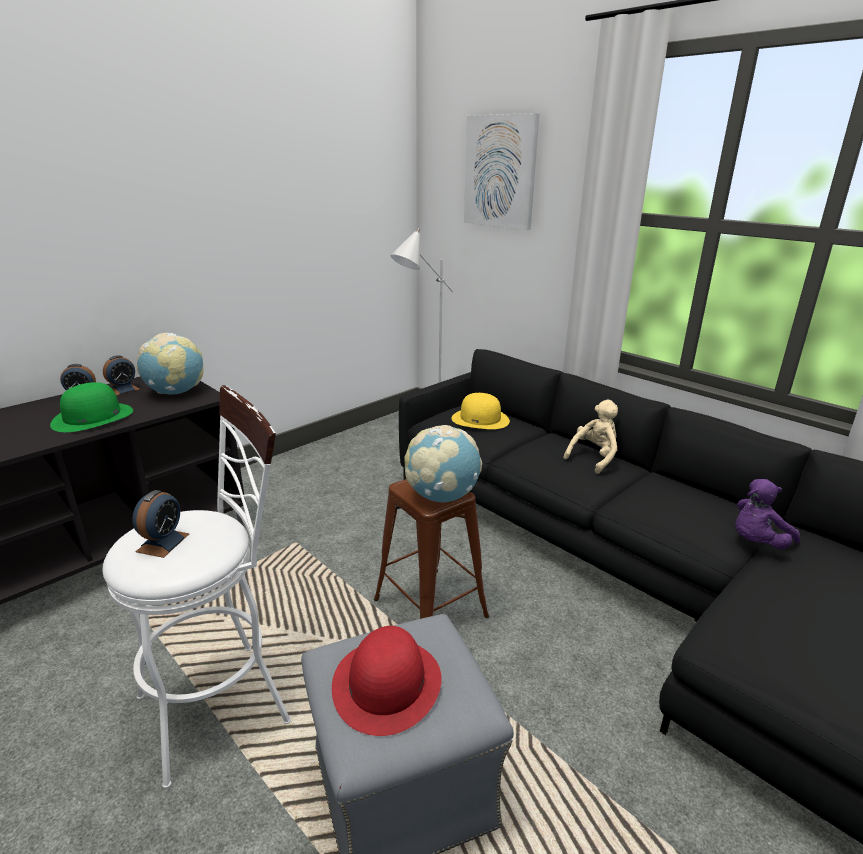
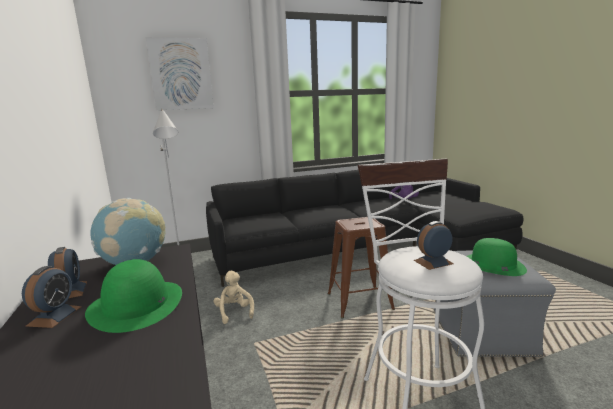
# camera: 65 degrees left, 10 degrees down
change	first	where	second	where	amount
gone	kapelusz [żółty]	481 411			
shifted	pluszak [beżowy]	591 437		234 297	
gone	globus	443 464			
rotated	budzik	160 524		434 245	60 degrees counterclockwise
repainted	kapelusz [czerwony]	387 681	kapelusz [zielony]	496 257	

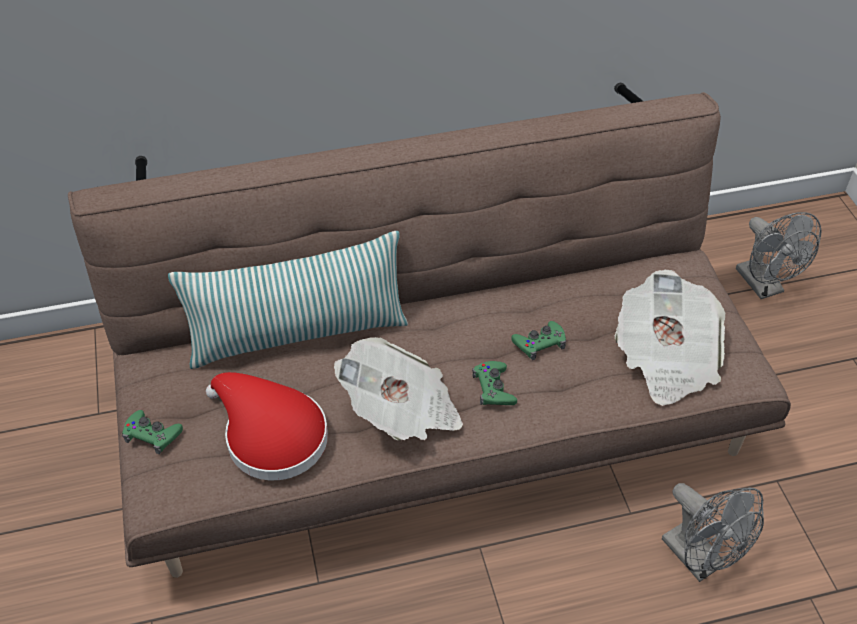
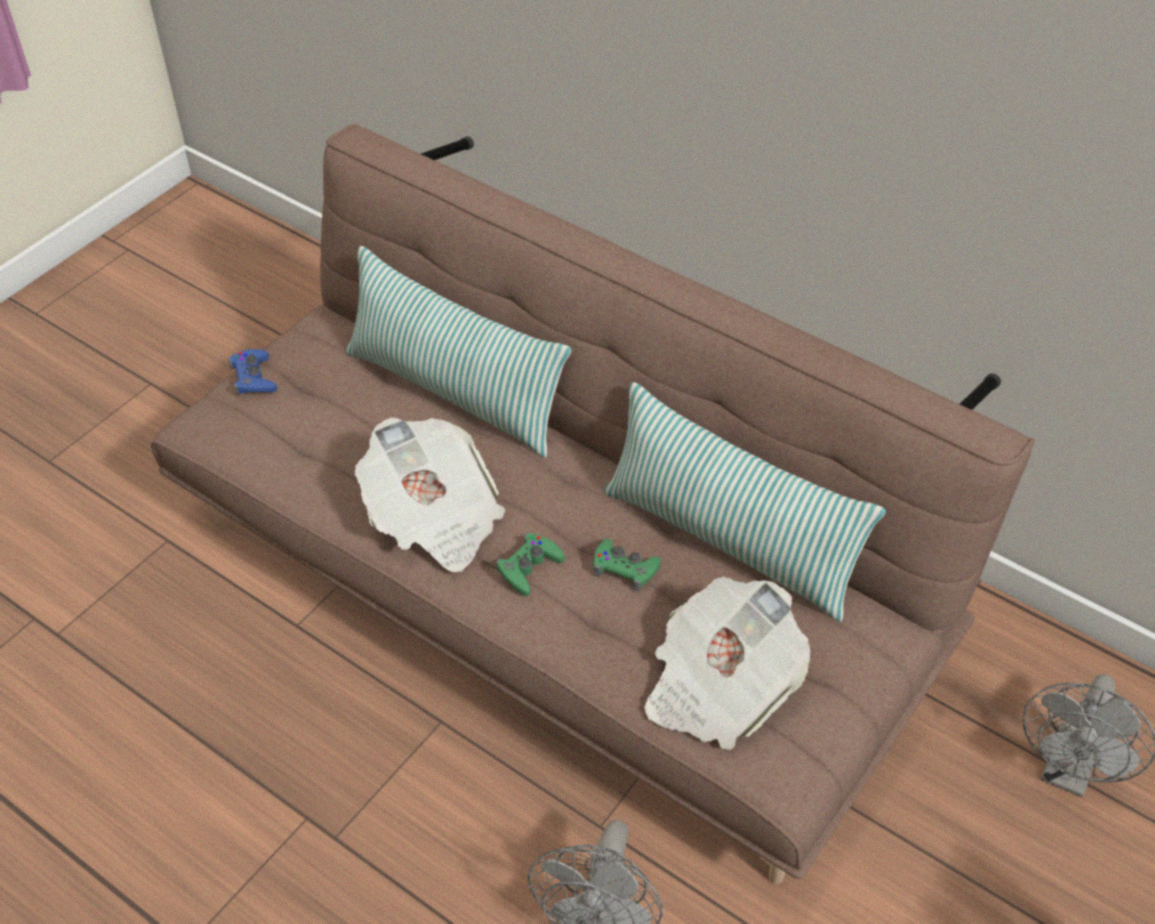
# camera: 50 degrees right, 0 degrees up
change	first	where	second	where	amount
gone	kapelusz [czerwony]	267 426			
repainted	pad do gier [zielony]	152 432	pad do gier [niebieski]	252 372	
new			poduszka	745 502	

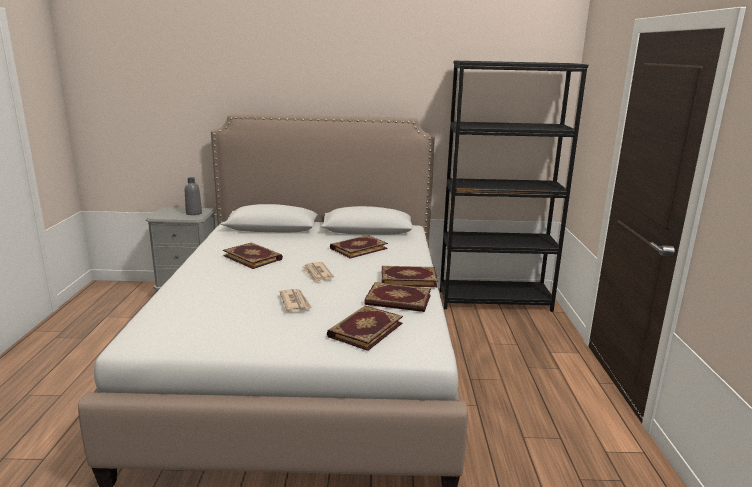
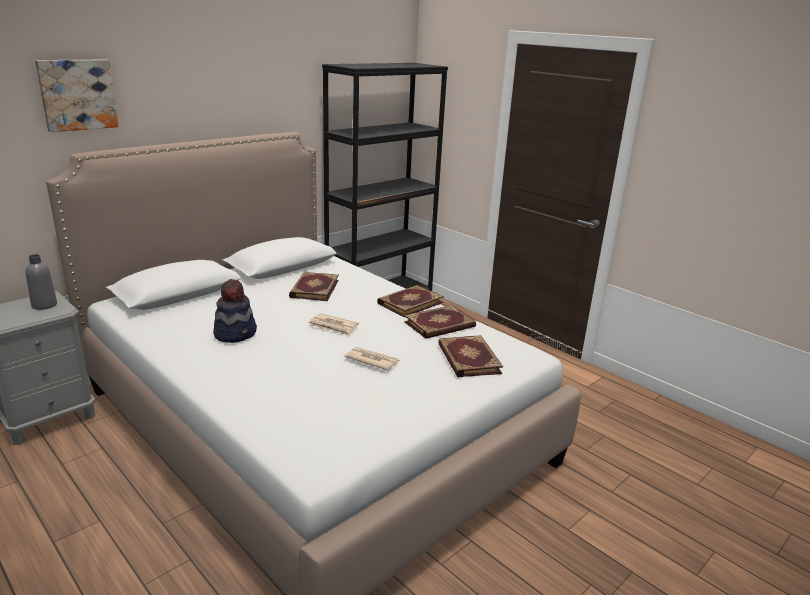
# camera: 45 degrees left, 5 degrees up
change	first	where	second	where	amount
swapped	książka	253 255	kapelusz	235 311	
new			obraz	77 96	

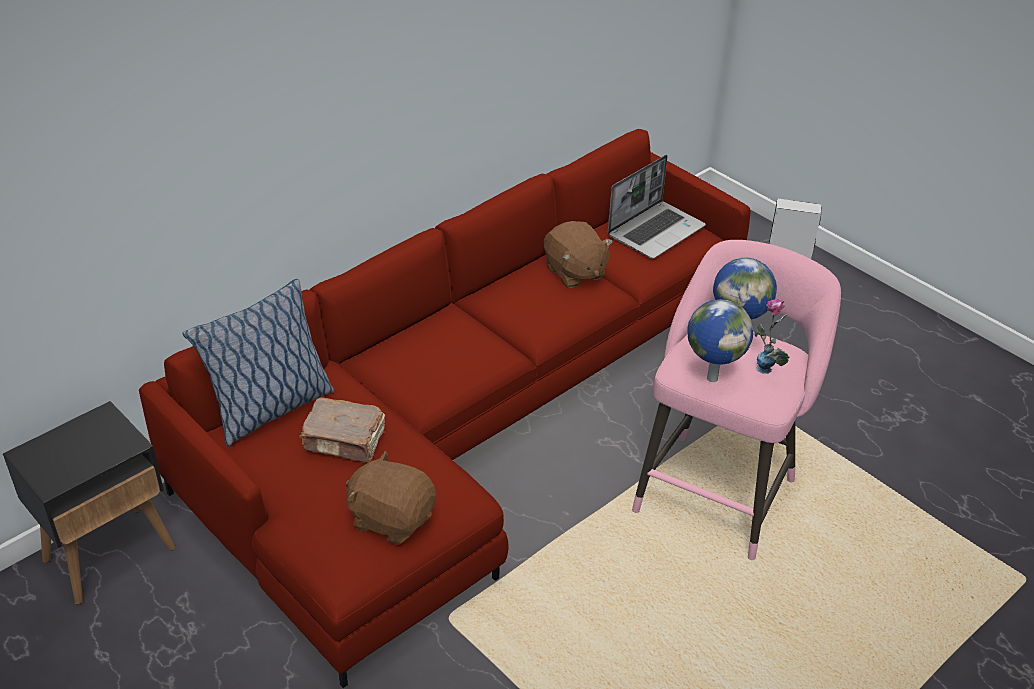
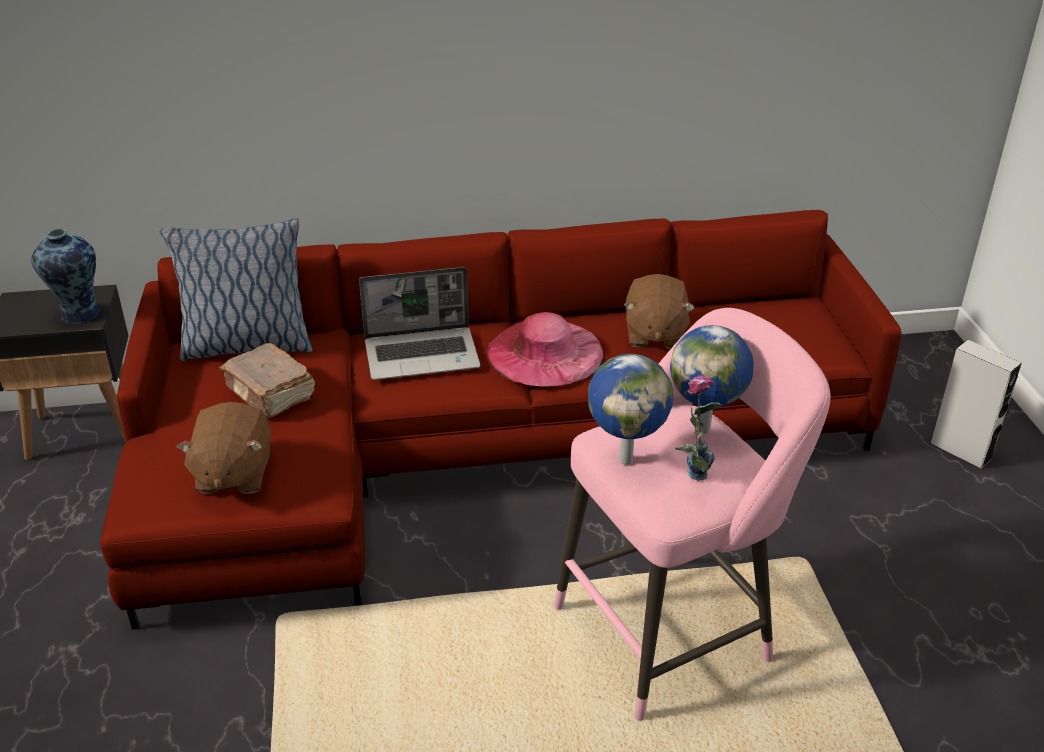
# camera: 35 degrees right, 5 degrees down
change	first	where	second	where	amount
shifted	laptop	657 207		420 323	
rotated	pluszak [brązowy]	391 498		223 448	150 degrees counterclockwise
new			wazon	65 276	
new			kapelusz [różowy]	545 349	

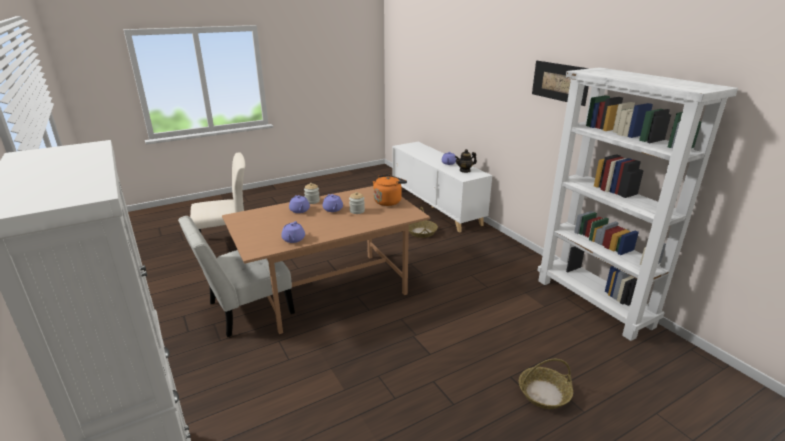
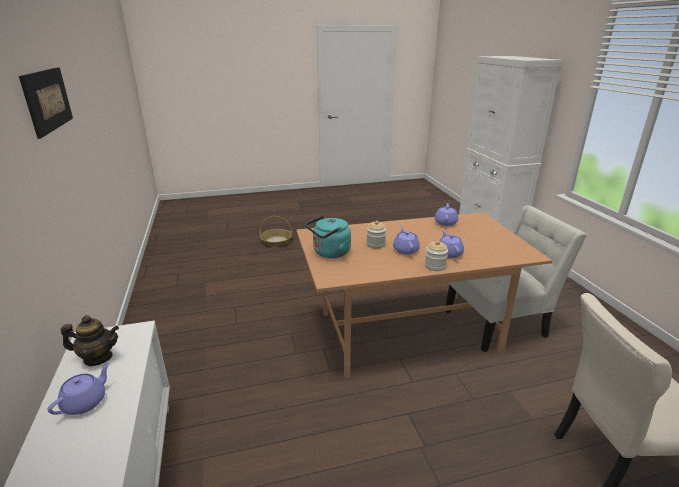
# camera: 165 degrees left, 0 degrees up
change	first	where	second	where	amount
gone	regał [biały]	637 204			
repainted	czajnik [pomarańczowy]	390 190	czajnik [turkusowy]	328 236	
gone	koszyk	423 222			

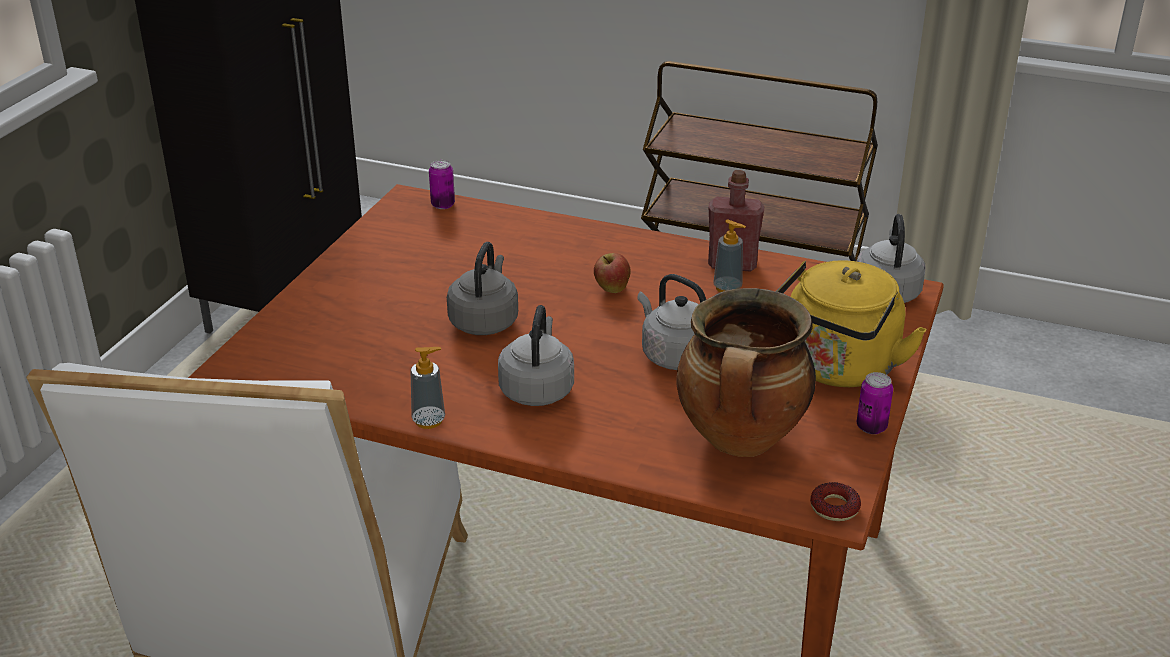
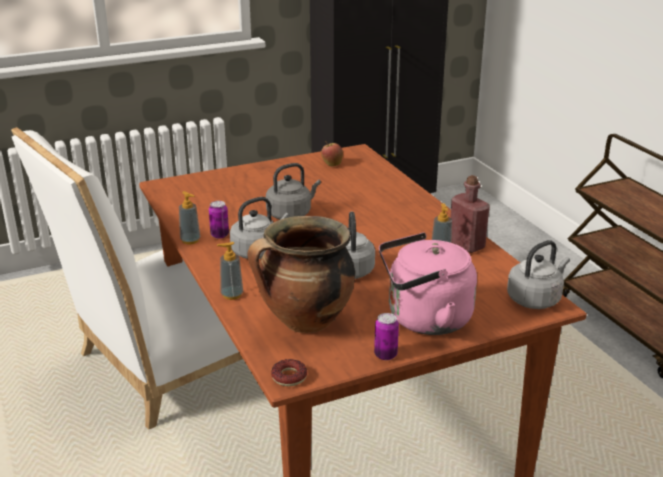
# camera: 45 degrees right, 5 degrees down
change	first	where	second	where	amount
shifted	puszka	442 184		219 220	
shifted	jabłko	612 273		332 154	
repainted	czajnik [żółty]	851 323	czajnik [różowy]	428 284	
new			dozownik mydła	230 271	

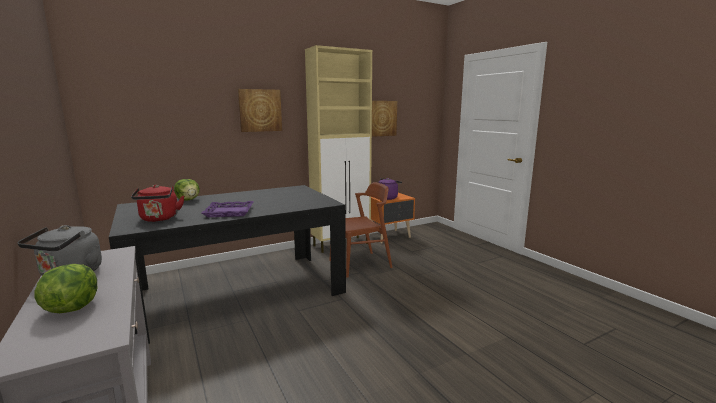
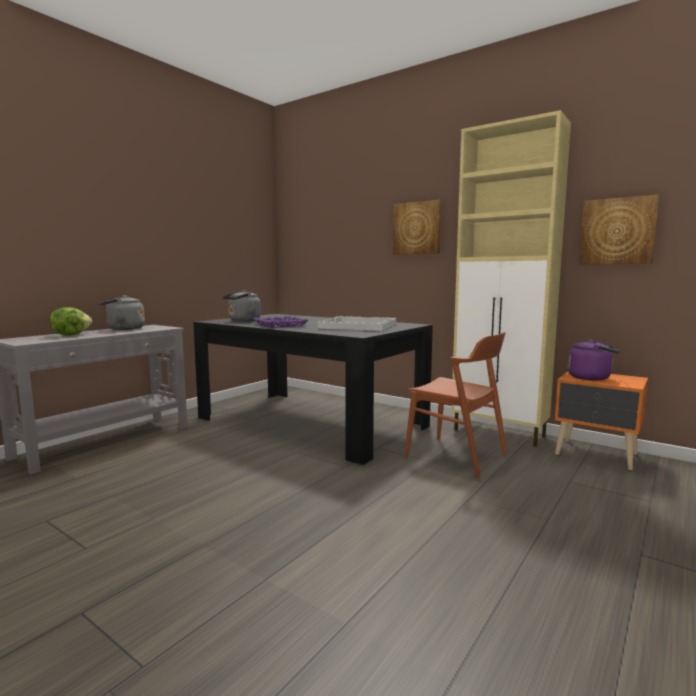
# camera: 65 degrees right, 5 degrees down
change	first	where	second	where	amount
gone	sałata	187 190			
repainted	czajnik [czerwony]	157 203	czajnik [szary]	242 306	
new			taca [biały]	357 323	

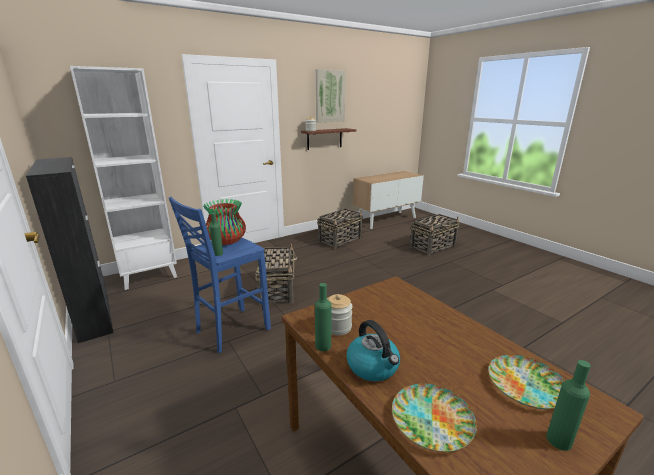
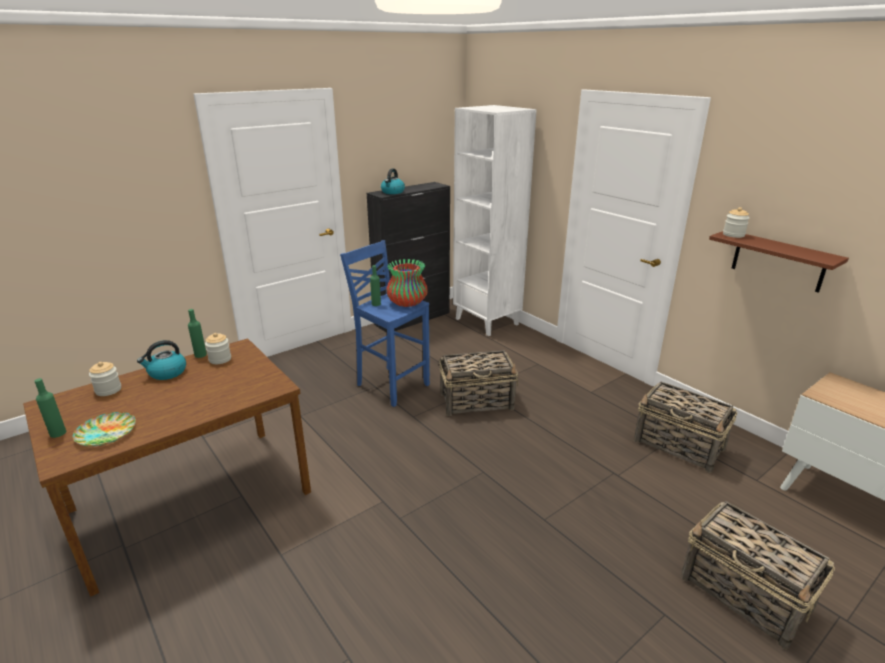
# camera: 85 degrees right, 5 degrees up
change	first	where	second	where	amount
gone	obraz	331 96			
swapped	talerz	434 418	słoik	105 379	
new			czajnik	393 181	

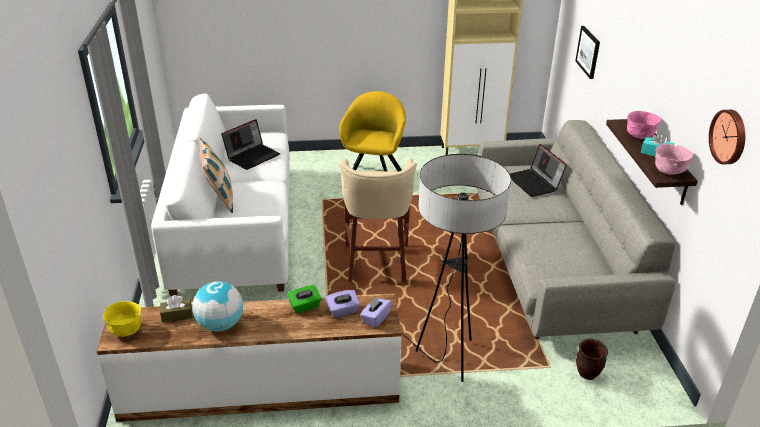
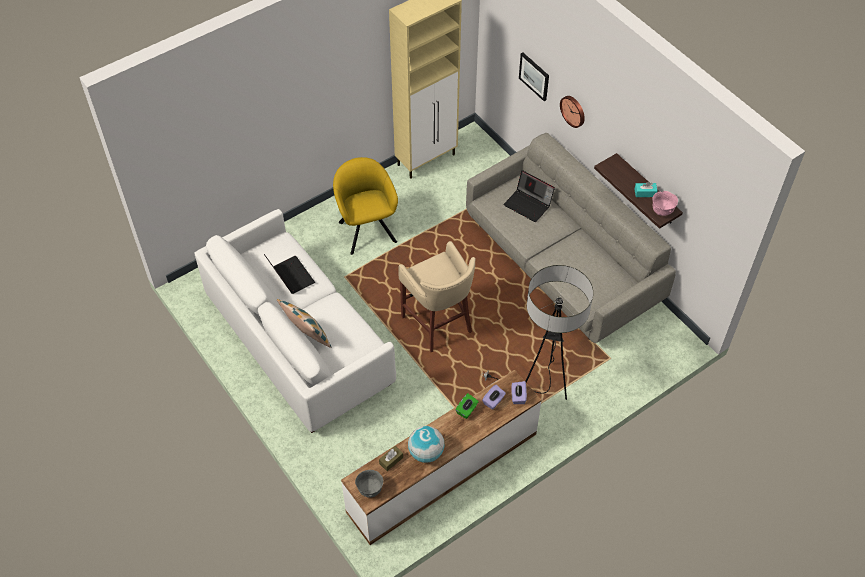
# camera: 30 degrees left, 20 degrees up
change	first	where	second	where	amount
shifted	zegar ścienny	727 137		572 112	
gone	miska [różowy]	644 125			
rotated	laptop	250 144		289 274	45 degrees counterclockwise
repainted	miska [żółty]	122 319	miska [szary]	369 484	
gone	donica [brązowy]	592 359			

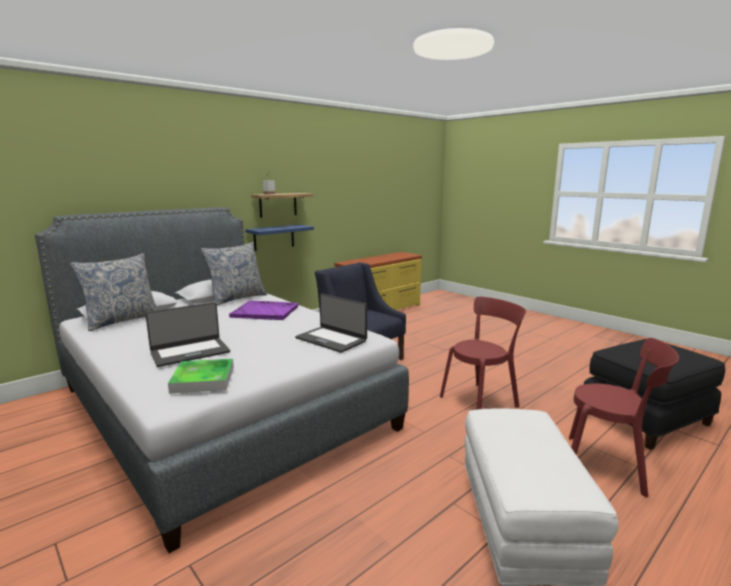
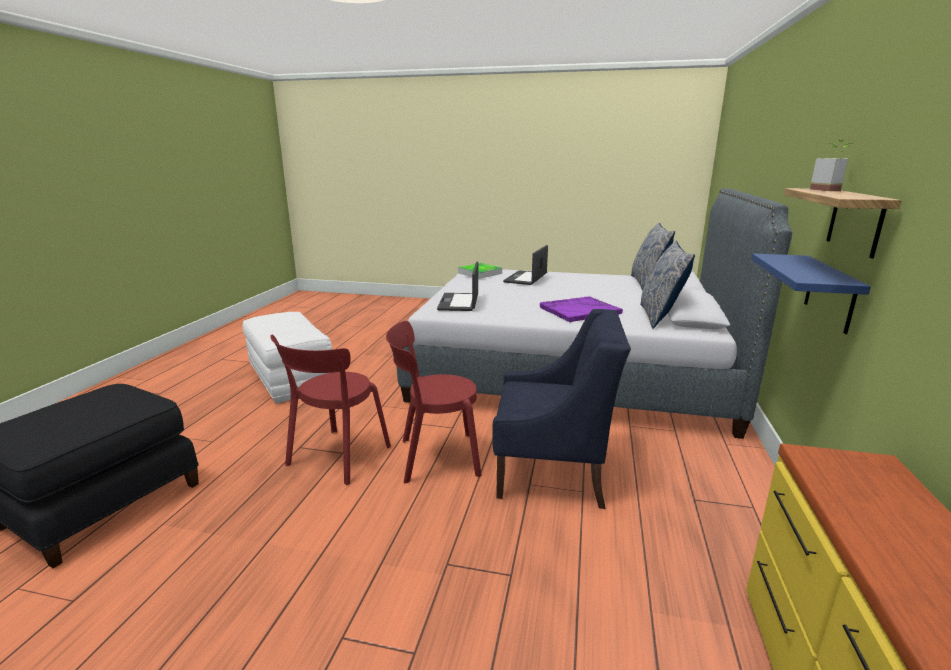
# camera: 145 degrees right, 5 degrees up
change	first	where	second	where	amount
rotated	laptop	331 323		457 286	90 degrees counterclockwise
shifted	krzesło [czerwony]	624 417		434 402	

